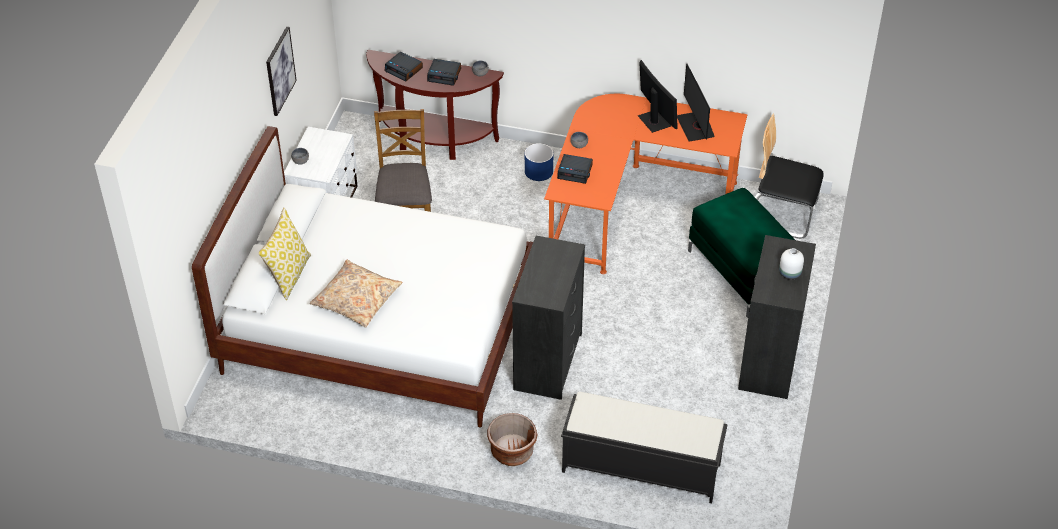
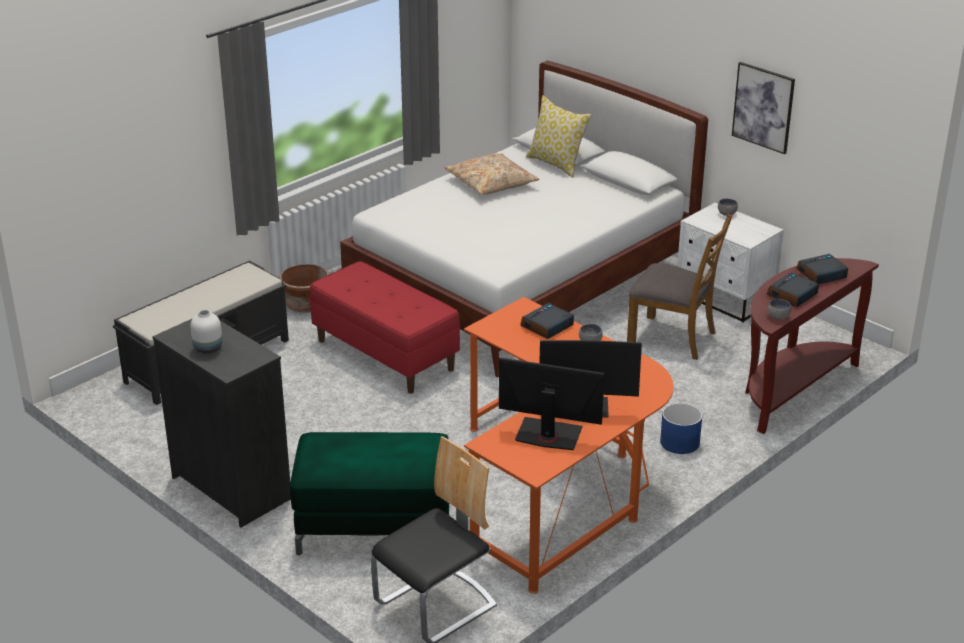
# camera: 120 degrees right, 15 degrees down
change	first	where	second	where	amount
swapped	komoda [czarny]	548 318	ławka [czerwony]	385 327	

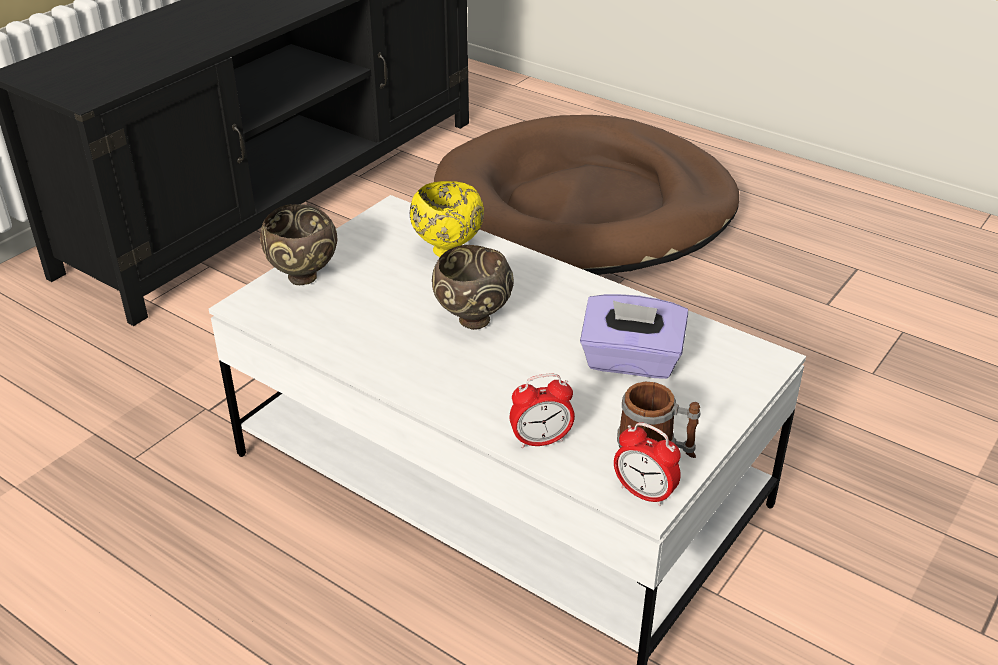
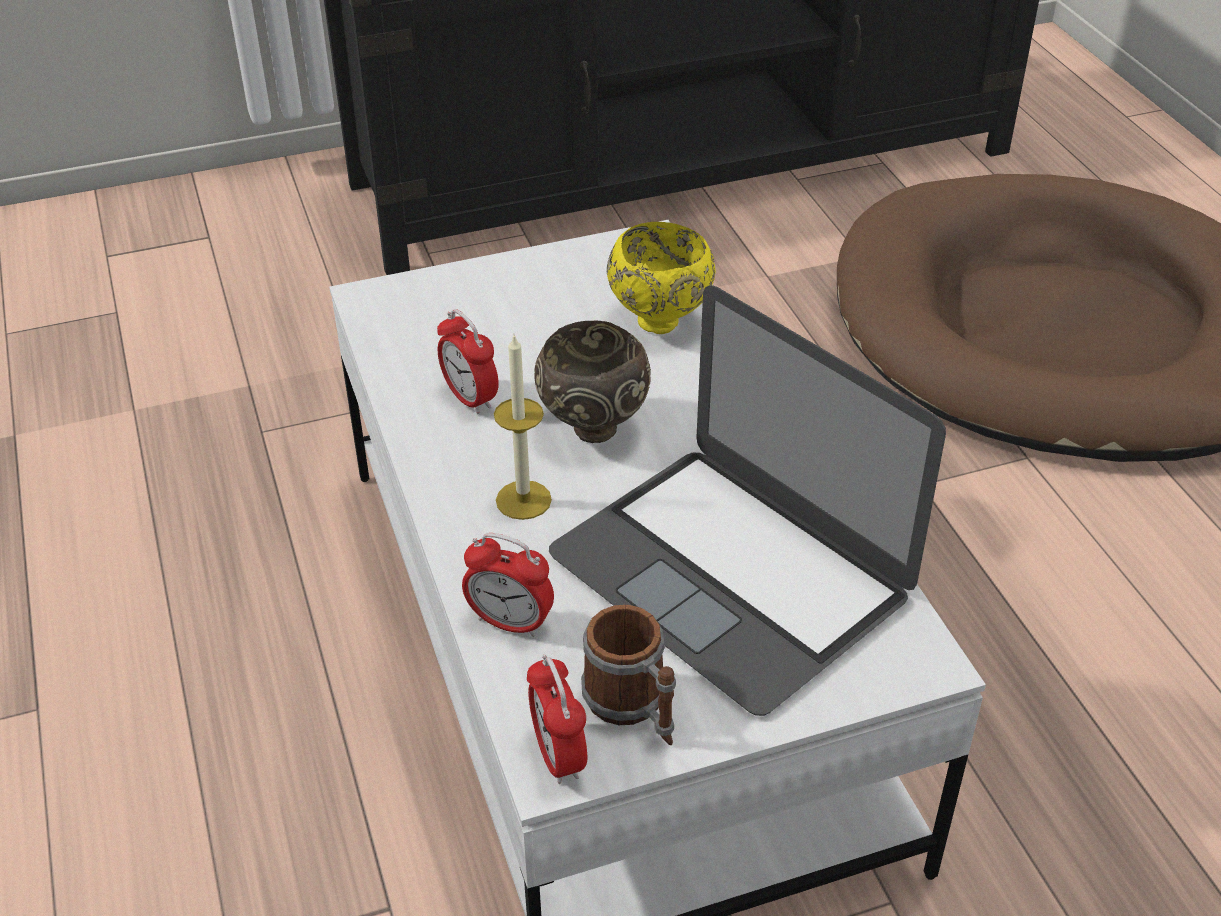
# camera: 35 degrees right, 5 degrees up
change	first	where	second	where	amount
gone	miska [brązowy]	298 244			
swapped	pudełko chusteczek [fioletowy]	634 336	laptop	747 500	
new			budzik	468 361	
new			świeca	523 426	

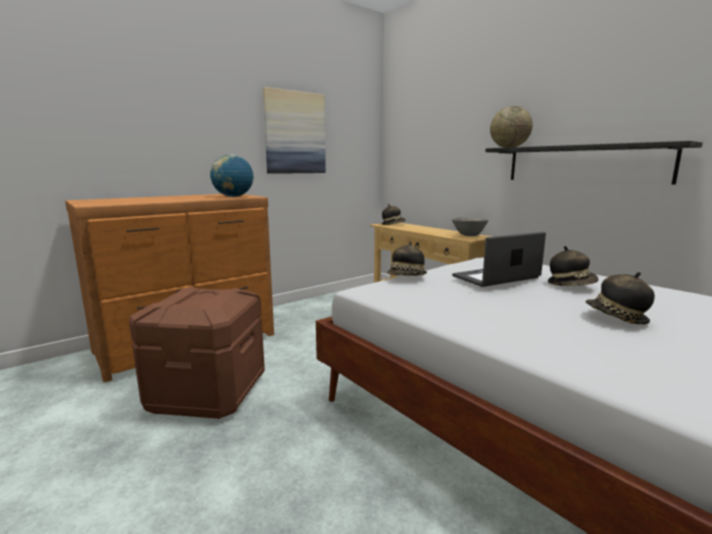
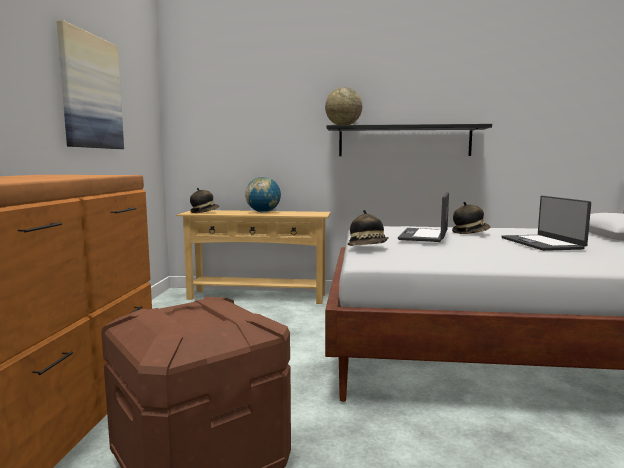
# camera: 45 degrees left, 5 degrees down
change	first	where	second	where	amount
shifted	globus	231 175		263 195	
gone	miska [szary]	470 226			
swapped	kapelusz	620 298	laptop	546 223	

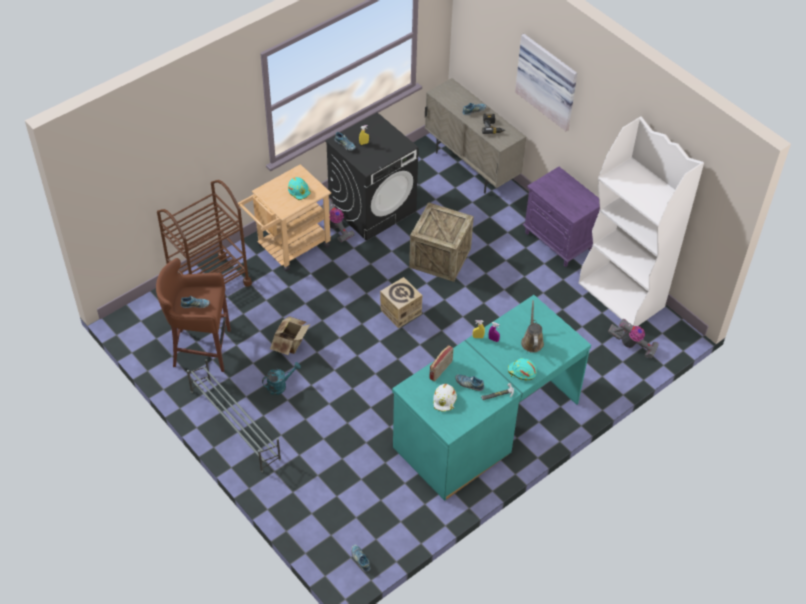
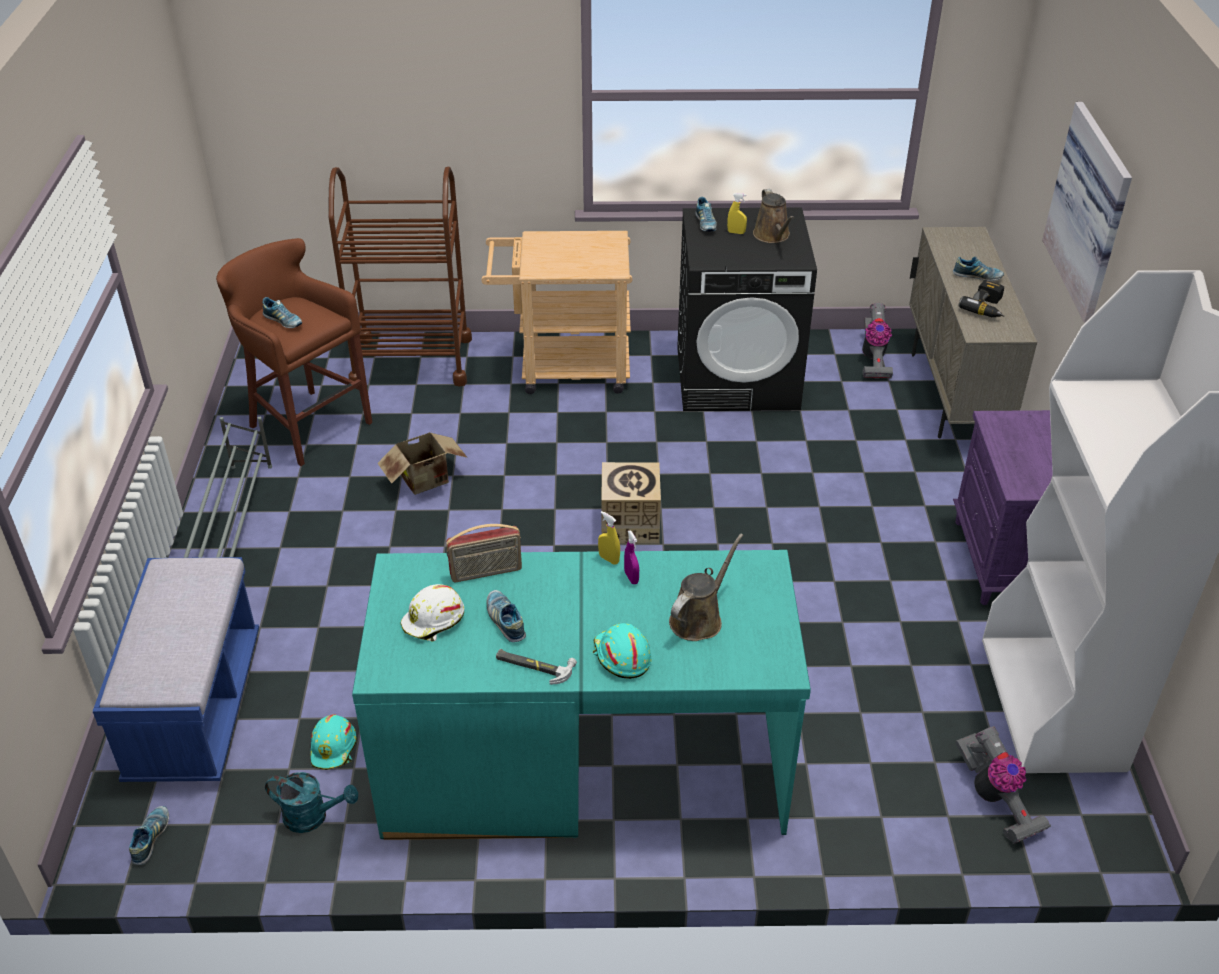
# camera: 40 degrees right, 10 degrees down
change	first	where	second	where	amount
shifted	kask [turkusowy]	299 188		333 742	
shifted	odkurzacz	338 220		877 341	
gone	skrzynka	441 242			
shifted	konewka [turkusowy]	281 378		311 802	
new			konewka [brązowy]	773 215	
new			ławka [niebieski]	175 669	

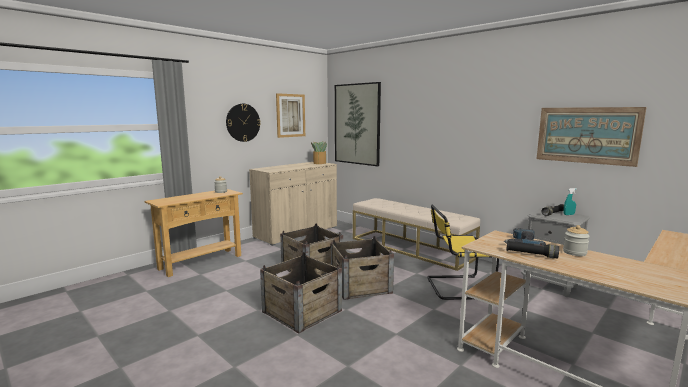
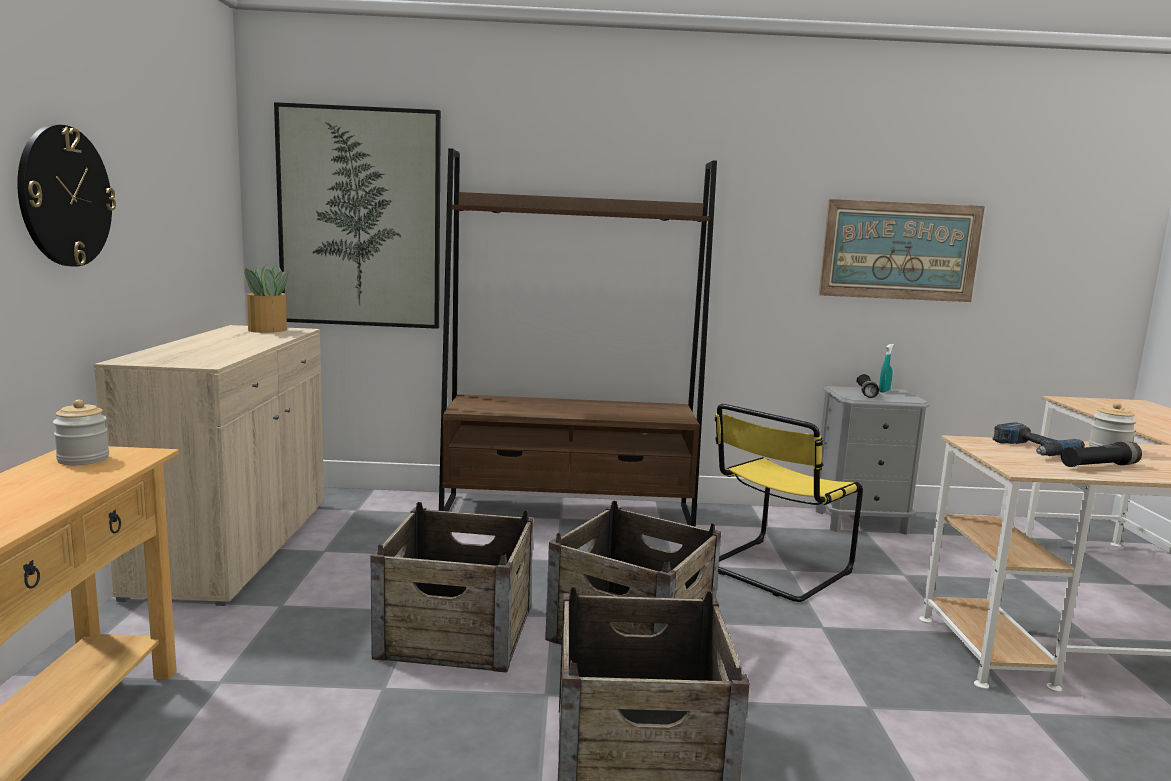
# camera: 45 degrees left, 0 degrees up
change	first	where	second	where	amount
gone	obraz	290 115			
swapped	ławka [beżowy]	416 234	regał [brązowy]	578 337	

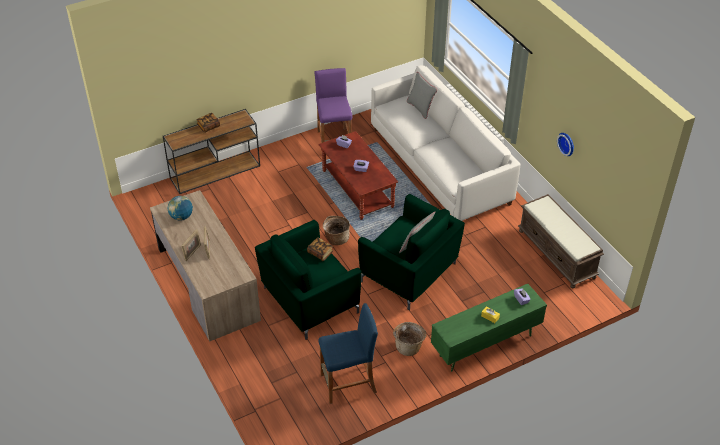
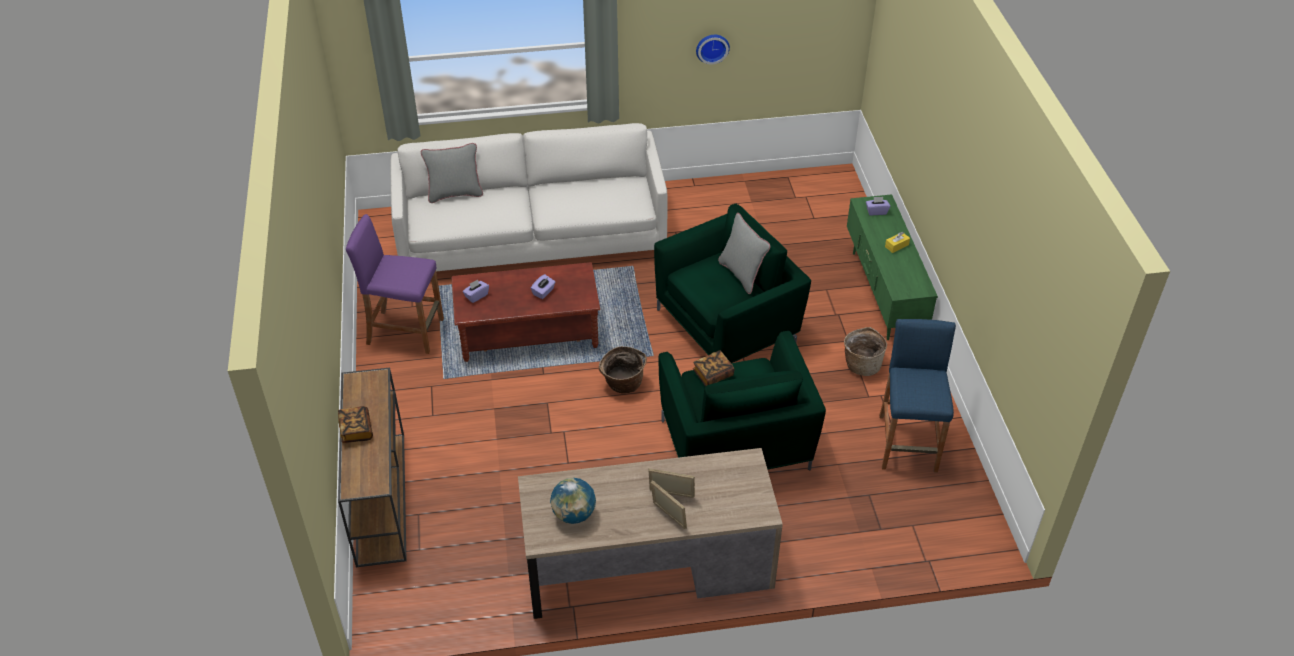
# camera: 70 degrees left, 0 degrees up
change	first	where	second	where	amount
gone	ławka [brązowy]	561 241			

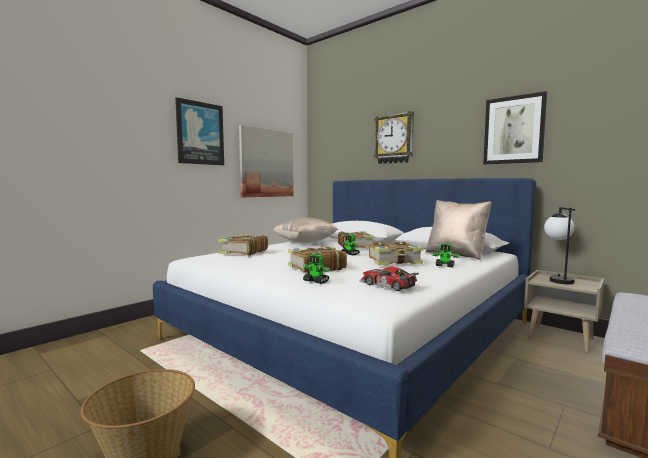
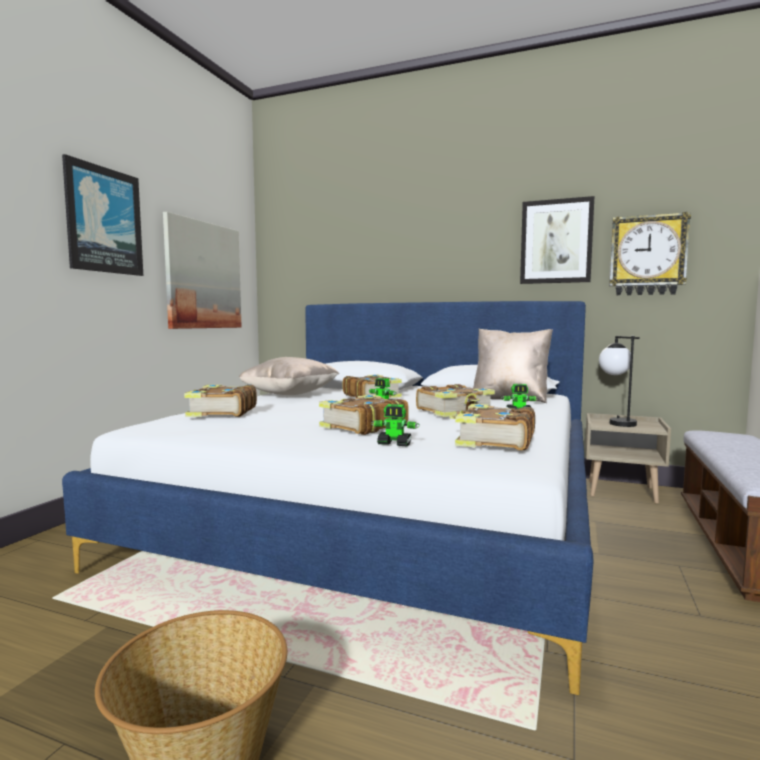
# camera: 20 degrees left, 0 degrees up
change	first	where	second	where	amount
shifted	zegar ścienny	394 137		650 253	
swapped	samochodzik	389 279	książka	492 427	

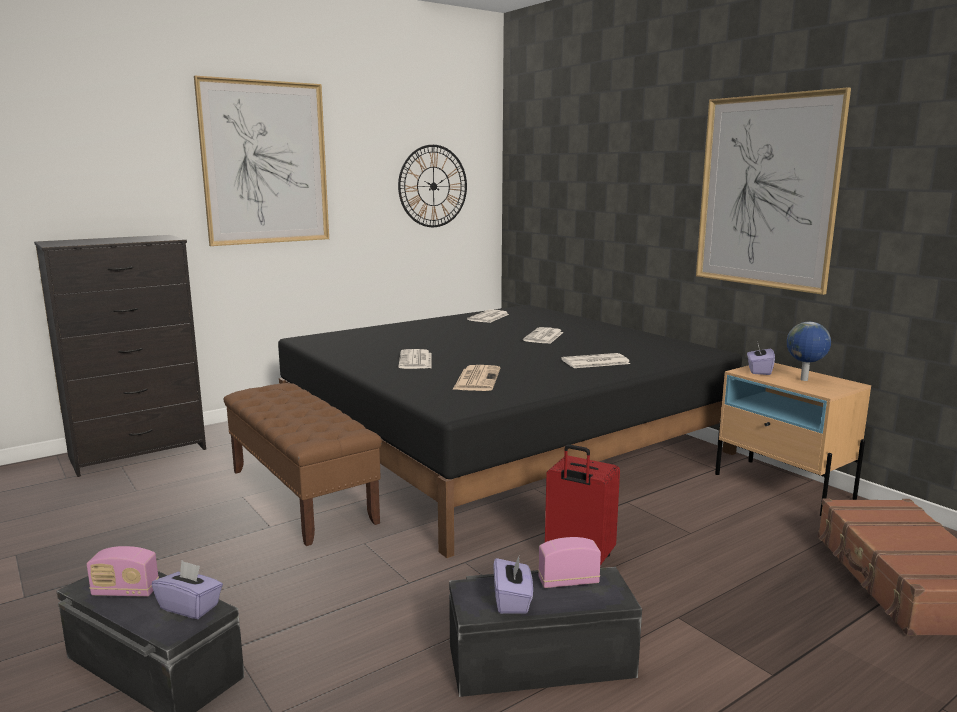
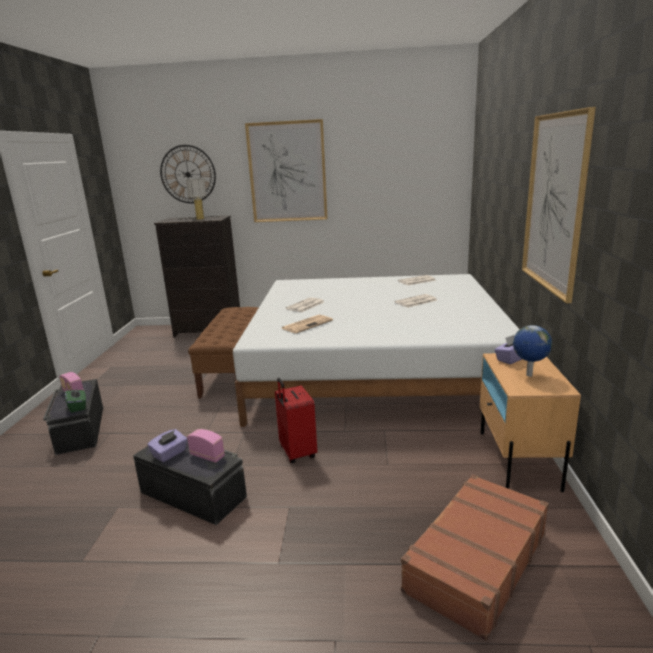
# camera: 40 degrees right, 5 degrees up
change	first	where	second	where	amount
shifted	zegar ścienny	432 186		188 174	
repainted	łóżko [czarny]	510 431	łóżko [biały]	376 350	
gone	gazeta	595 360			
repainted	pudełko chusteczek [fioletowy]	187 590	pudełko chusteczek [zielony]	75 399	
new			lampa stołowa	198 199	

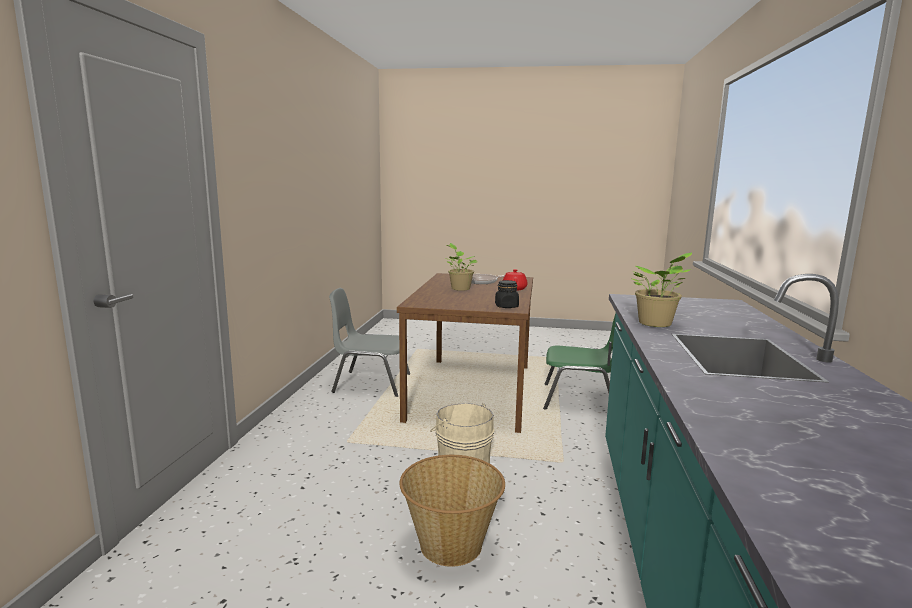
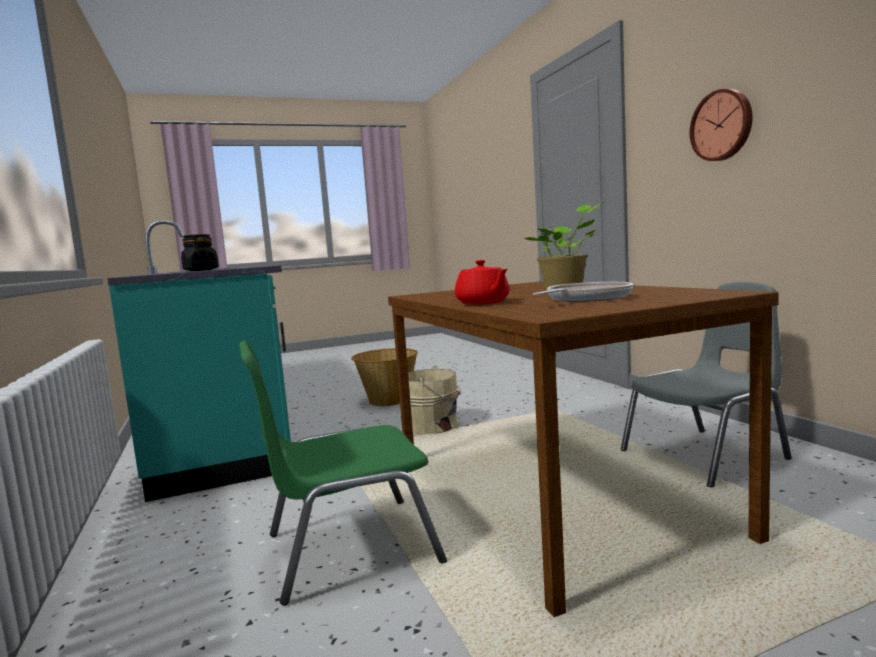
# camera: 150 degrees right, 5 degrees down
change	first	where	second	where	amount
gone	roślina doniczkowa	661 289			
shifted	słoik [czarny]	507 294		200 252	
new			zegar ścienny	721 125	

